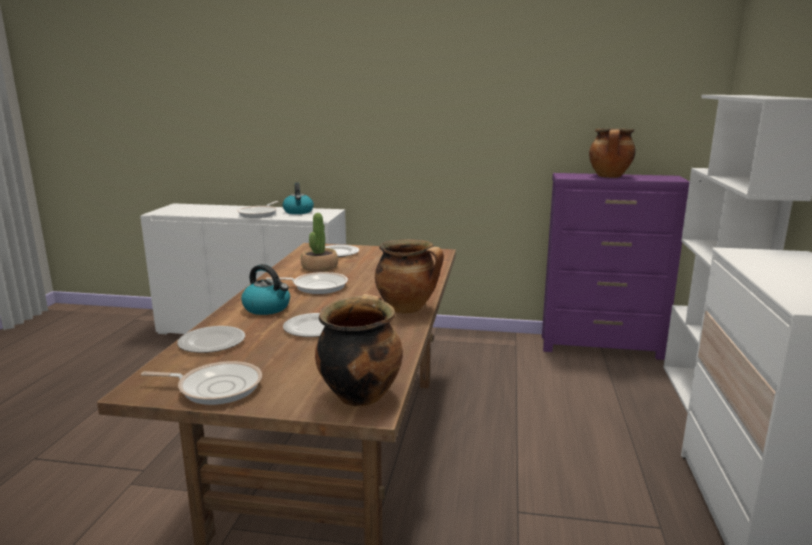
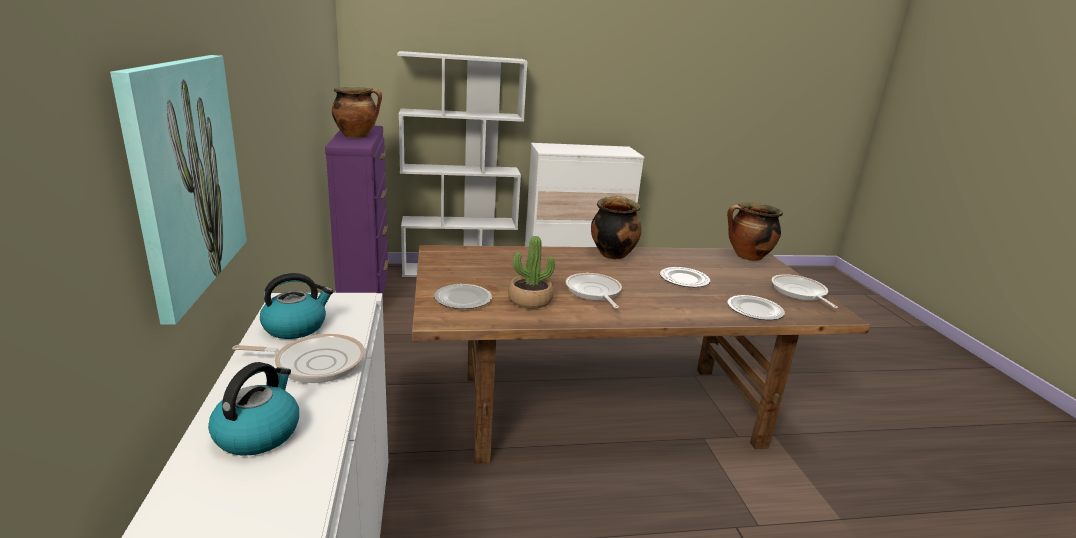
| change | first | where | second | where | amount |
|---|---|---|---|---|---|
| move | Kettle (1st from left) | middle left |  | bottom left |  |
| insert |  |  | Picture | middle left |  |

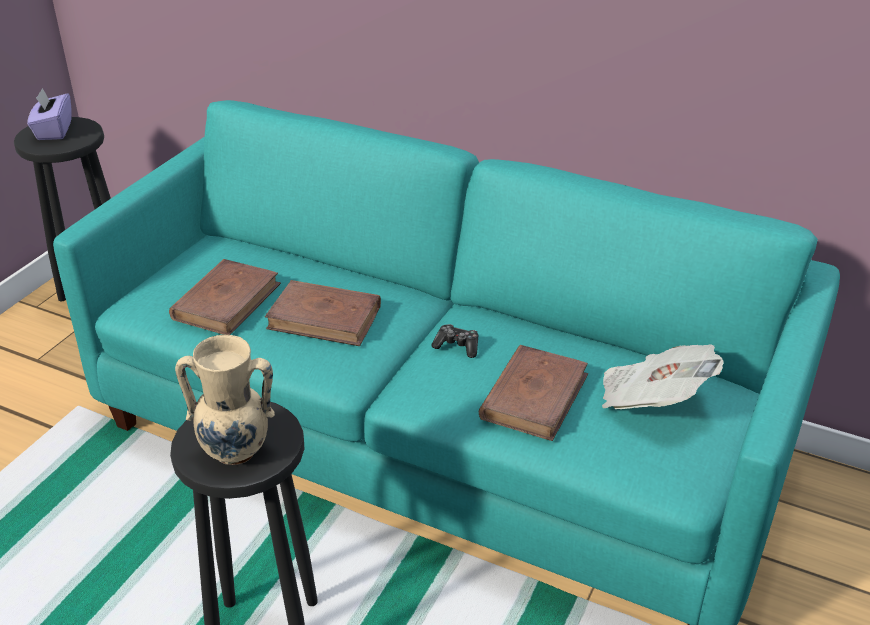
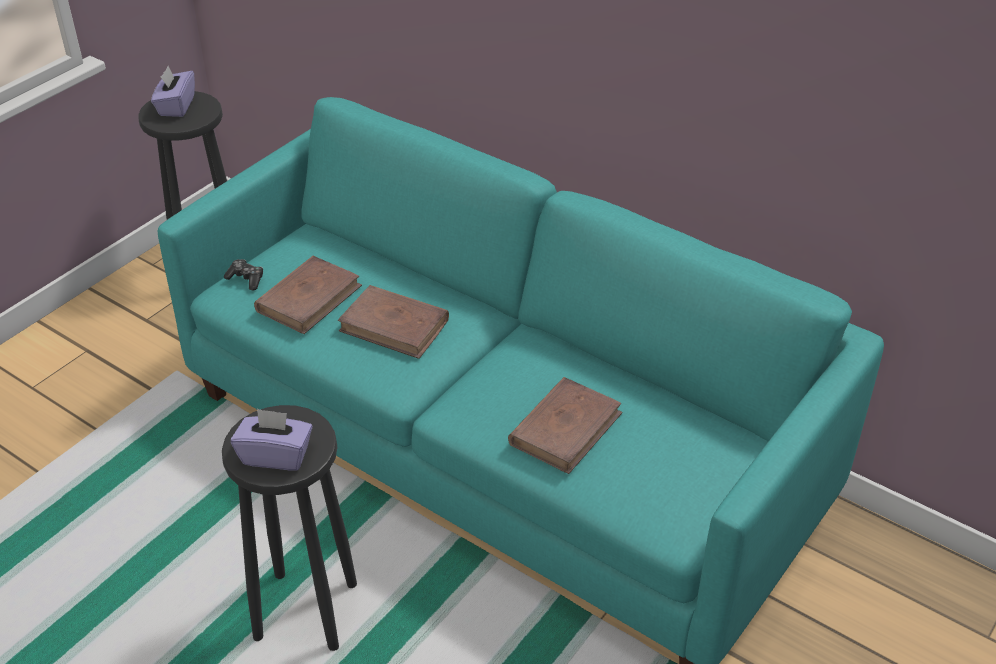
| change | first | where | second | where | amount |
|---|---|---|---|---|---|
| move | GameController | centre |  | middle left |  |
| replace | BeigeVase | middle left | PurpleTissueBox (2nd from left) | middle left |  |
| delete | Newspaper | middle right |  |  |  |

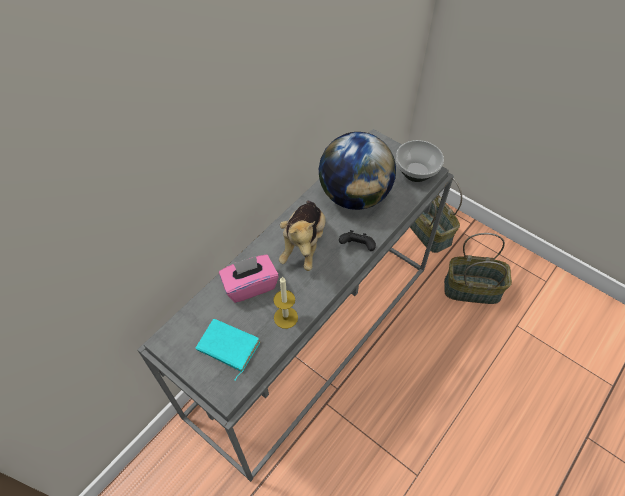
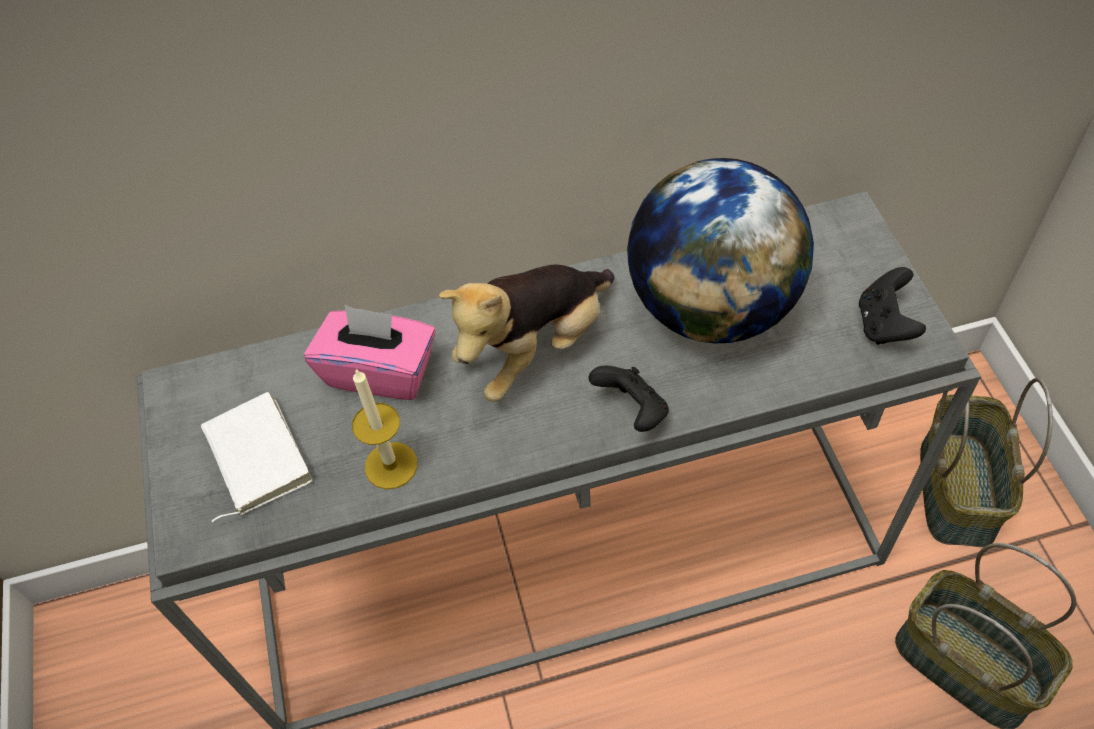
| change | first | where | second | where | amount |
|---|---|---|---|---|---|
| replace | Bowl | top right | BlackGameController (2nd from left) | middle right |  |
| recolor | TurquoiseBook | bottom centre | WhiteBook | middle left |  |

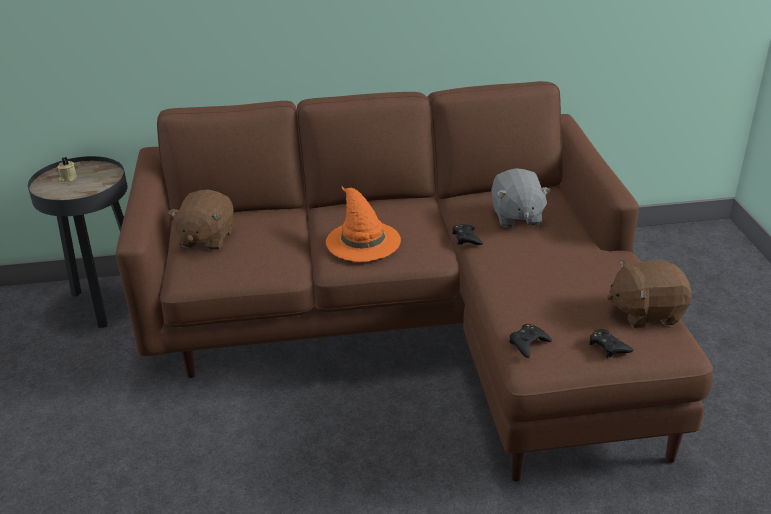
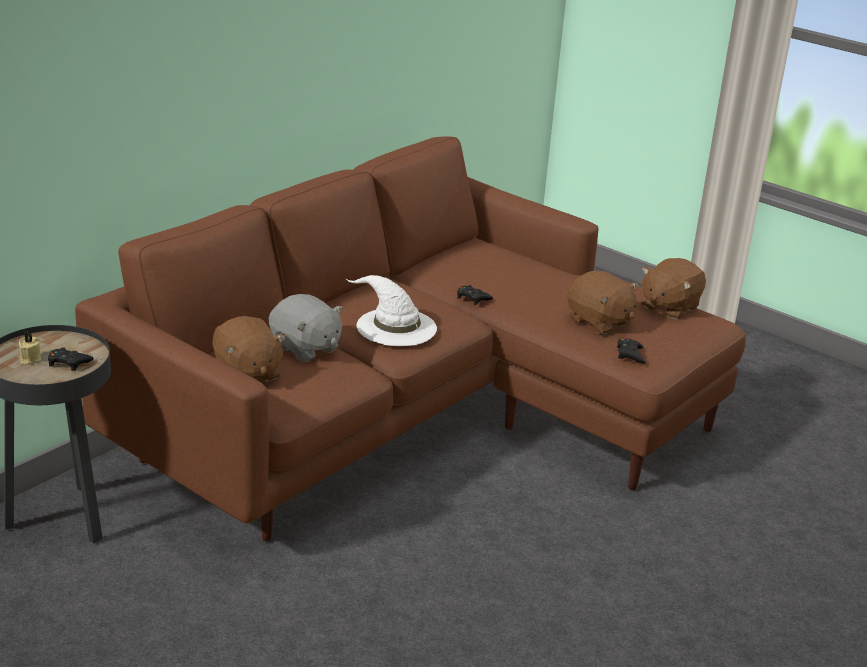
| change | first | where | second | where | amount |
|---|---|---|---|---|---|
| move | GreyPlushToy | middle right |  | centre |  |
| recolor | OrangeHat | centre | WhiteHat | centre |  |
| move | BlackGameController (3rd from left in the first image) | bottom right | BlackGameController (1st from left) | middle left |  |
| insert |  |  | BrownPlushToy (2nd from left) | middle right |  |

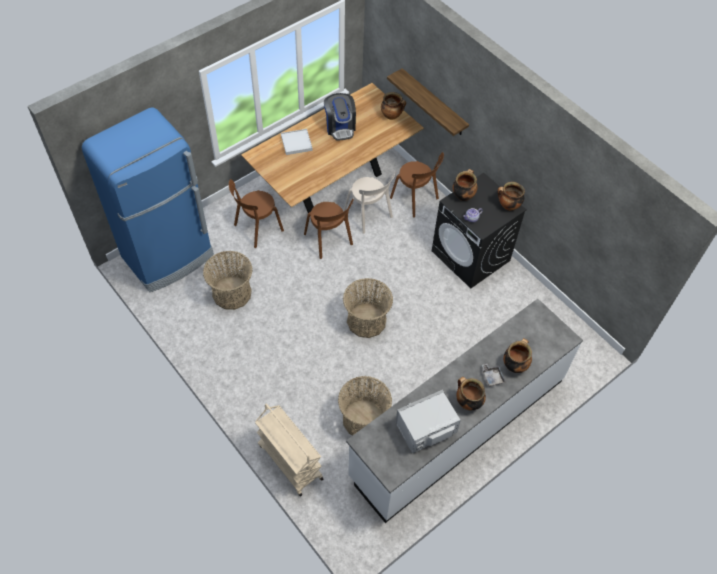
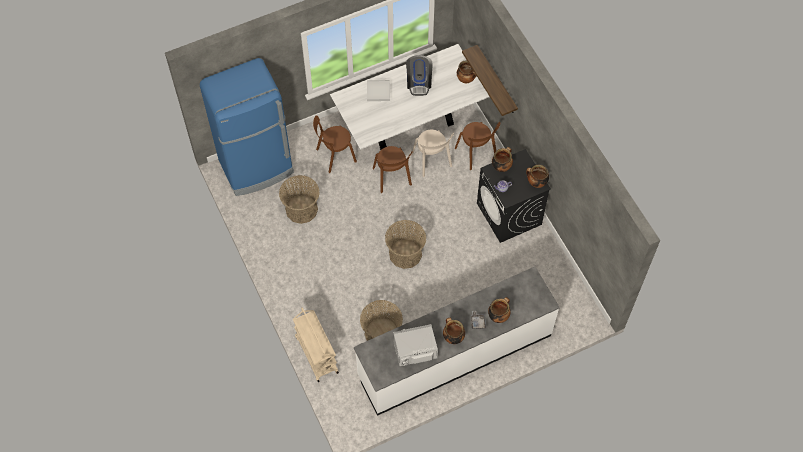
| change | first | where | second | where | amount |
|---|---|---|---|---|---|
| recolor | BrownDiningTable | top centre | WhiteDiningTable | top centre |  |

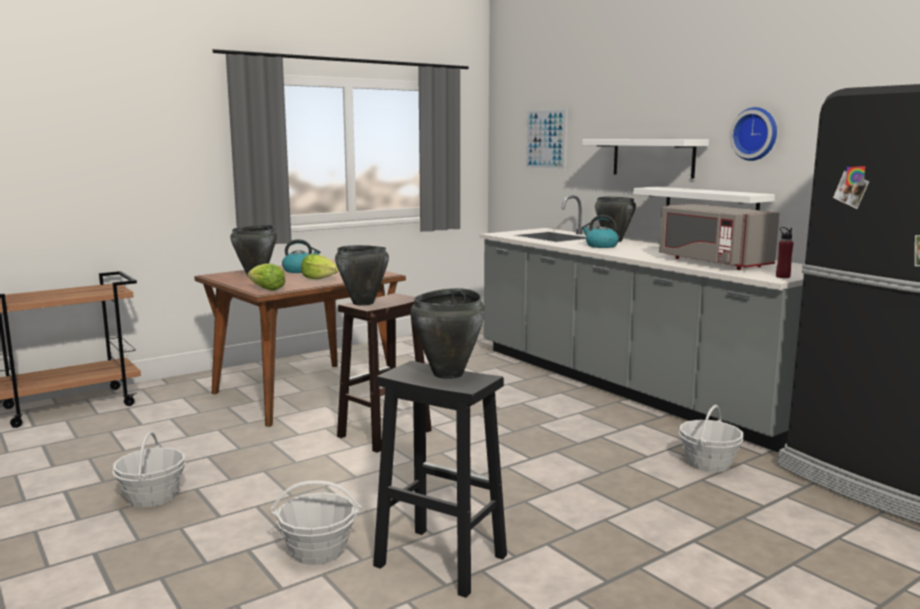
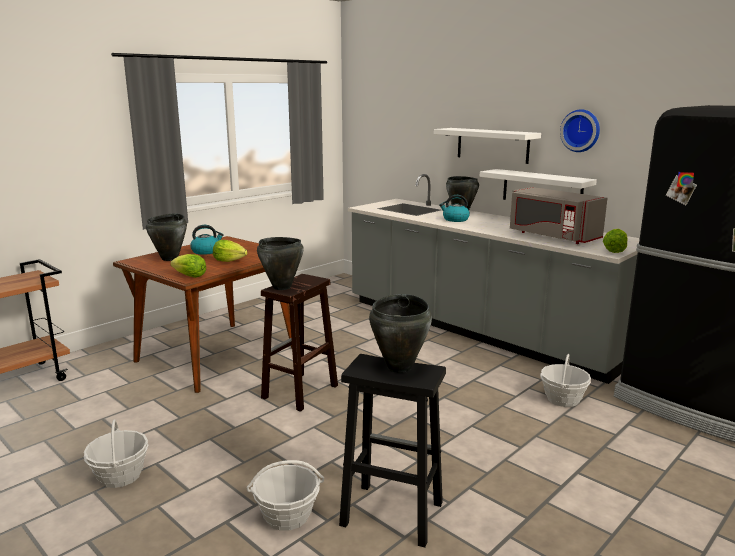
| change | first | where | second | where | amount |
|---|---|---|---|---|---|
| delete | Picture | top centre |  |  |  |
| replace | RedBottle | middle right | Lettuce (3rd from left) | middle right |  |

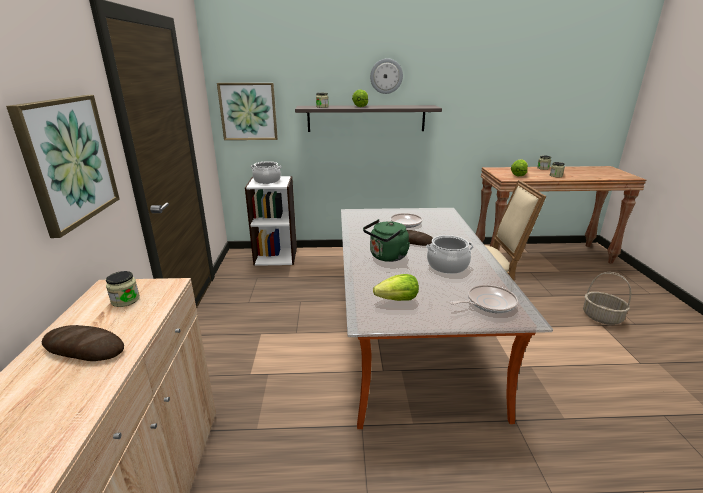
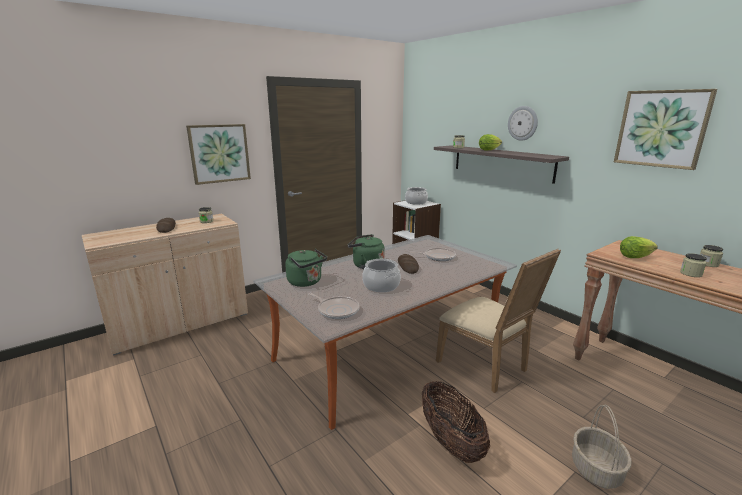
| change | first | where | second | where | amount |
|---|---|---|---|---|---|
| move | Picture (2nd from left) | top centre |  | top right |  |
| replace | Lettuce (2nd from left) | centre | GreenKettle (1st from left) | centre |  |
| insert |  |  | Basket (1st from left) | bottom centre |  |

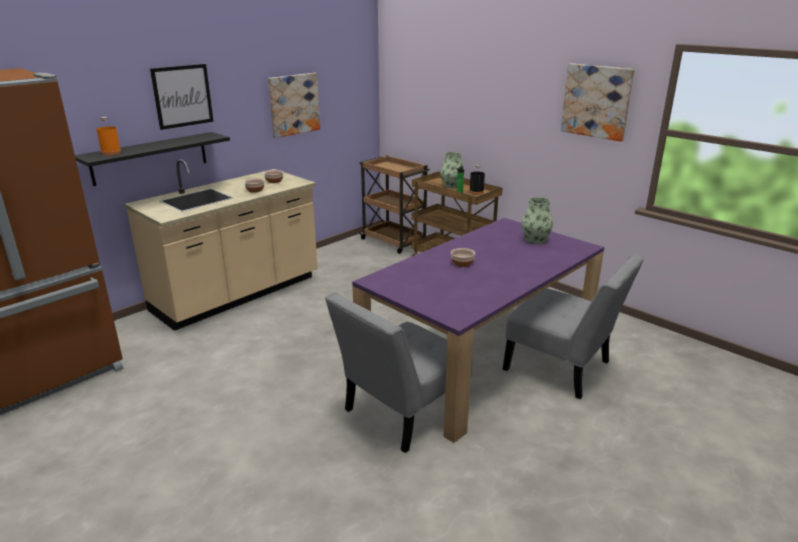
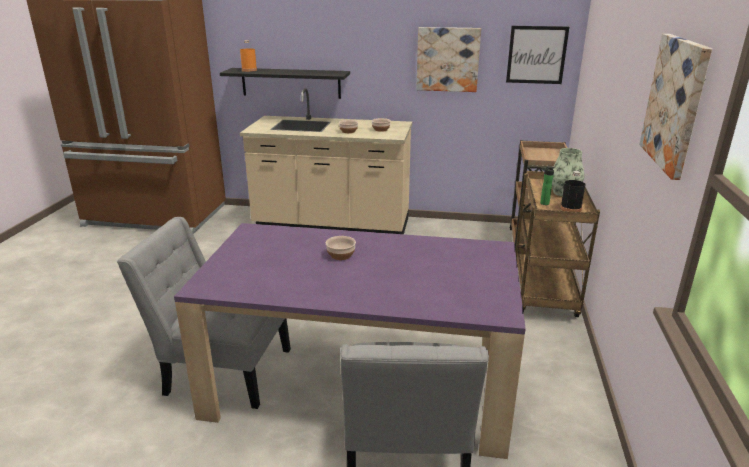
| change | first | where | second | where | amount |
|---|---|---|---|---|---|
| move | Picture (1st from left in the first image) | top left | Picture (2nd from left) | top right |  |
| delete | Vase (2nd from left) | middle right |  |  |  |

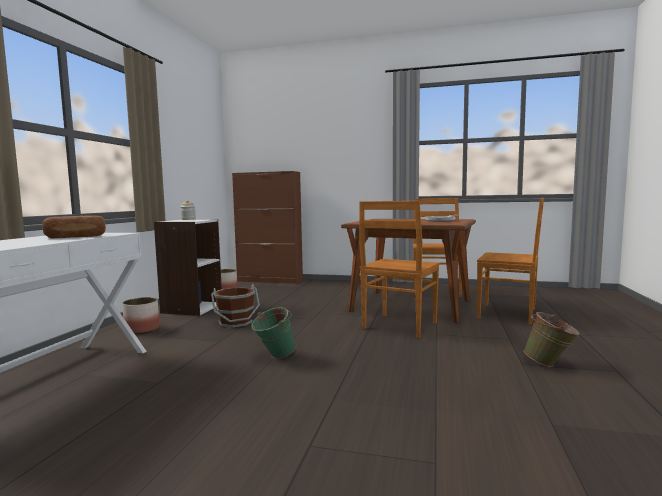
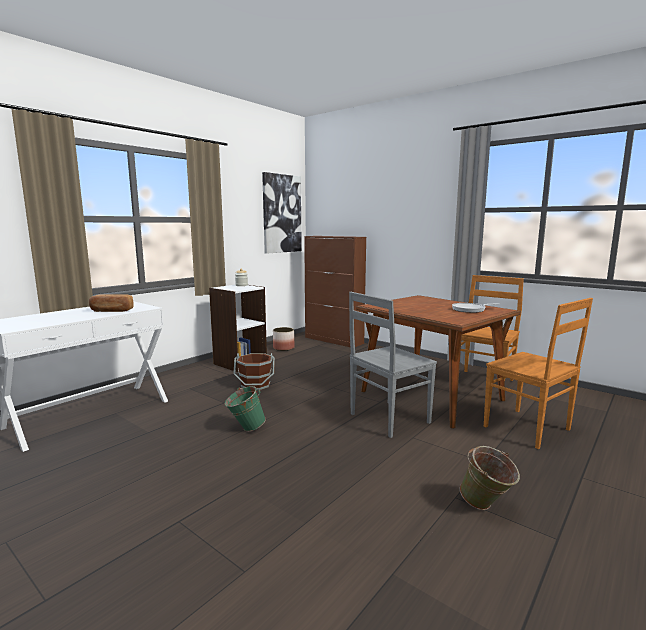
| change | first | where | second | where | amount |
|---|---|---|---|---|---|
| recolor | BrownChair (1st from left) | centre | GreyChair | centre |  |
| delete | Planter (1st from left) | middle left |  |  |  |
| insert |  |  | Picture | centre |  |

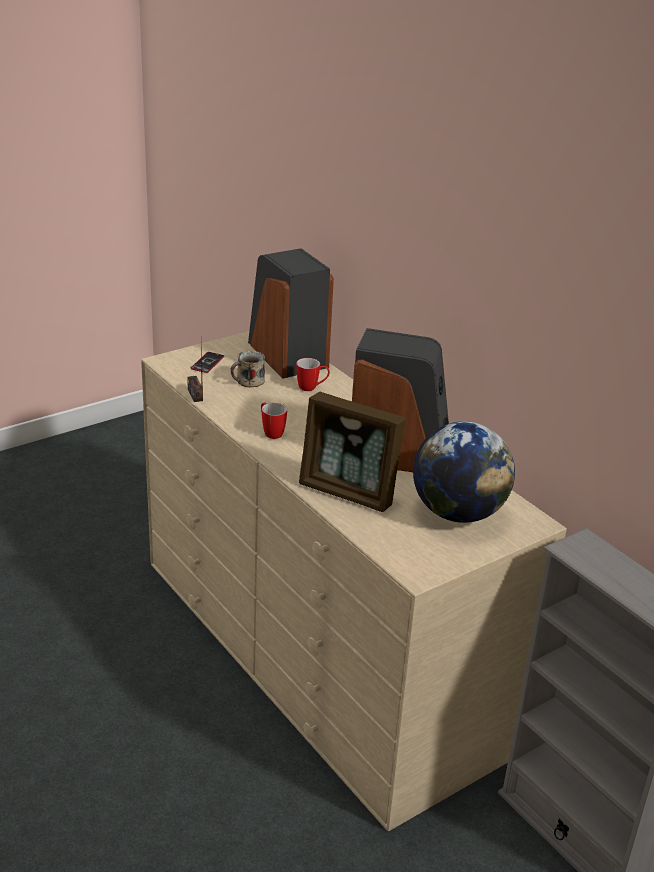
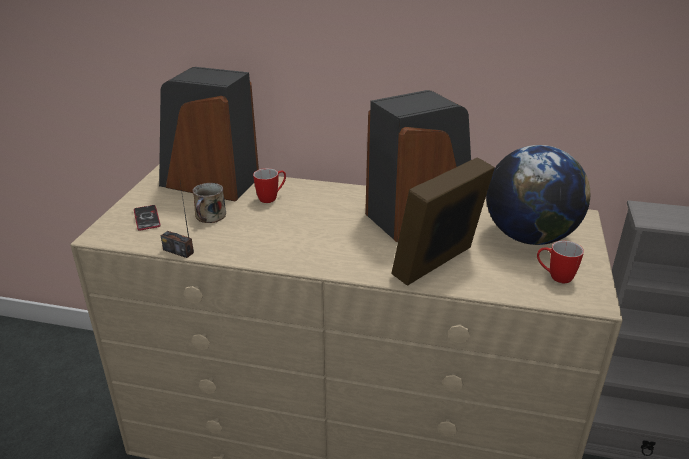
| change | first | where | second | where | amount |
|---|---|---|---|---|---|
| rotate | PictureFrame | centre |  | centre | 150 degrees clockwise |
| move | Mug (2nd from left in the first image) | centre | Mug (3rd from left) | middle right |  |

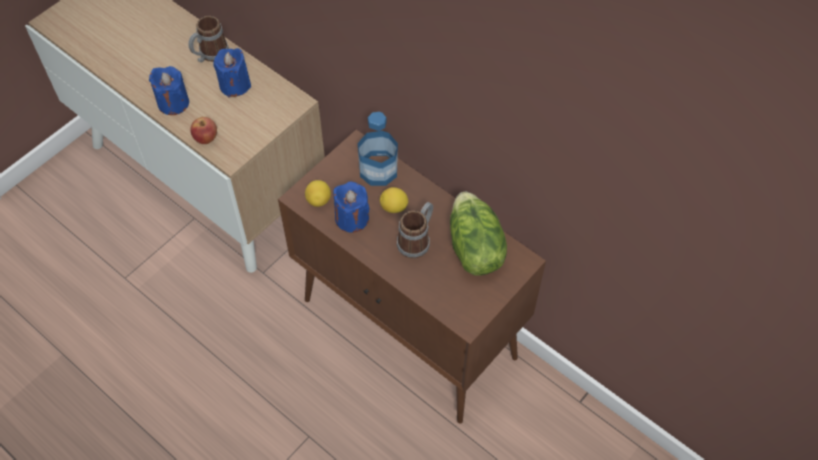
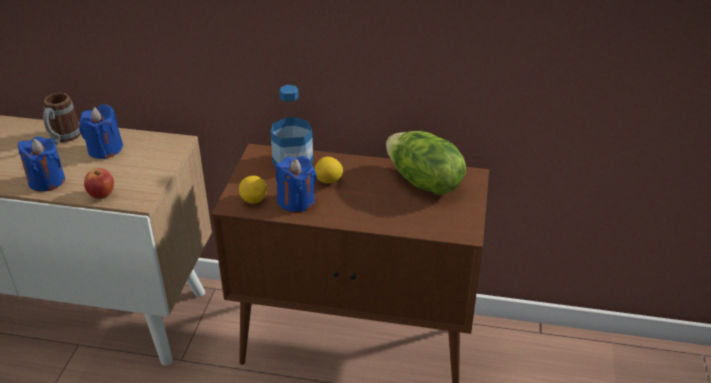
| change | first | where | second | where | amount |
|---|---|---|---|---|---|
| delete | Mug (2nd from left) | centre |  |  |  |

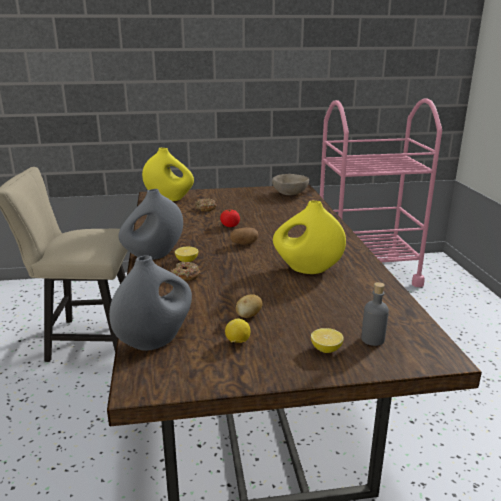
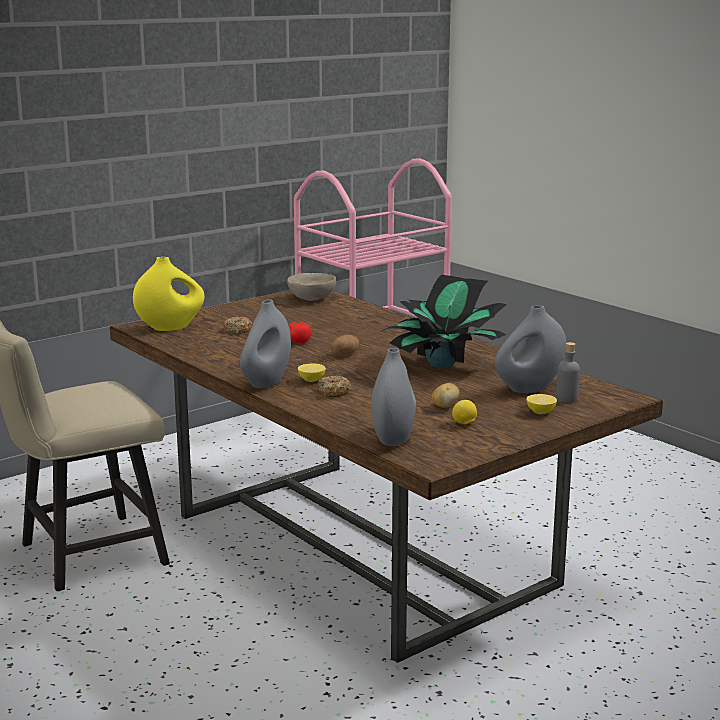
| change | first | where | second | where | amount |
|---|---|---|---|---|---|
| replace | YellowVase (2nd from left) | centre | PottedPlant | centre |  |
| insert |  |  | GreyVase (3rd from left) | middle right |  |

